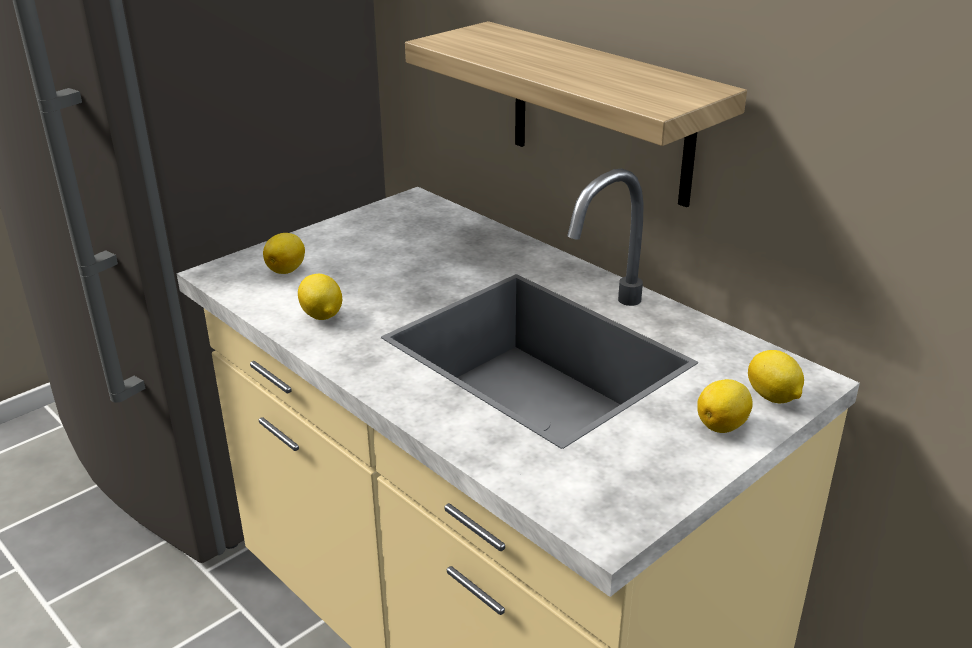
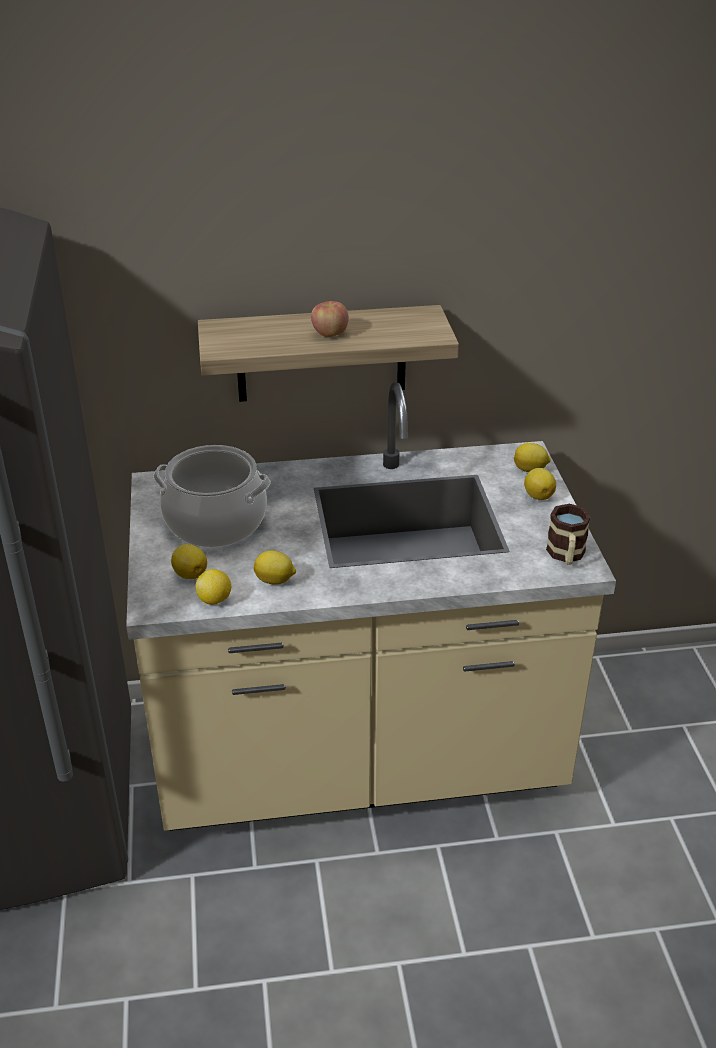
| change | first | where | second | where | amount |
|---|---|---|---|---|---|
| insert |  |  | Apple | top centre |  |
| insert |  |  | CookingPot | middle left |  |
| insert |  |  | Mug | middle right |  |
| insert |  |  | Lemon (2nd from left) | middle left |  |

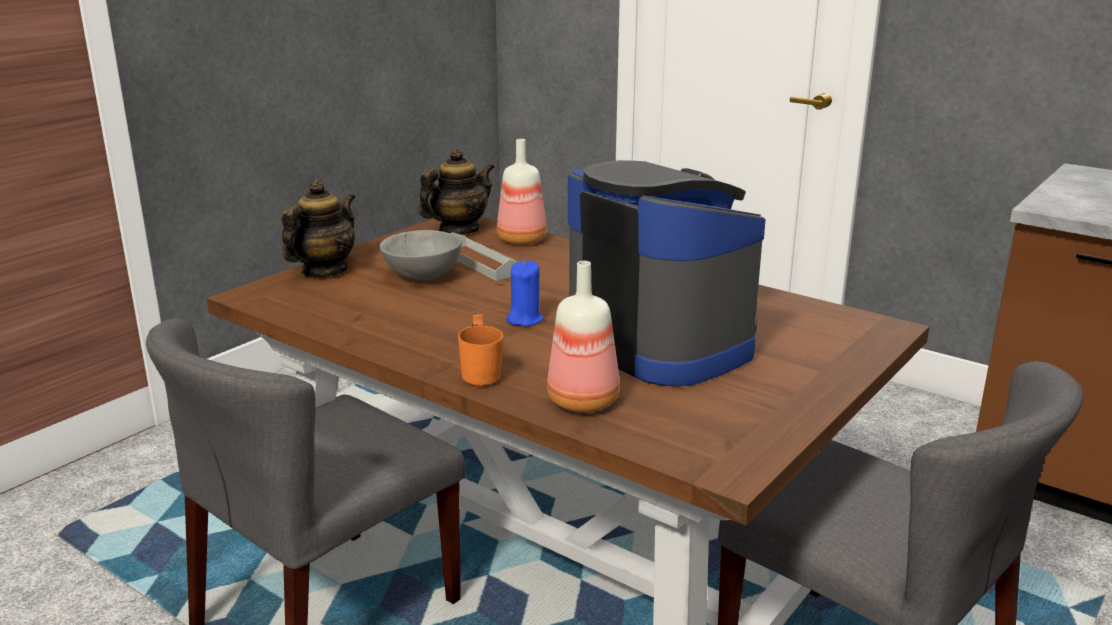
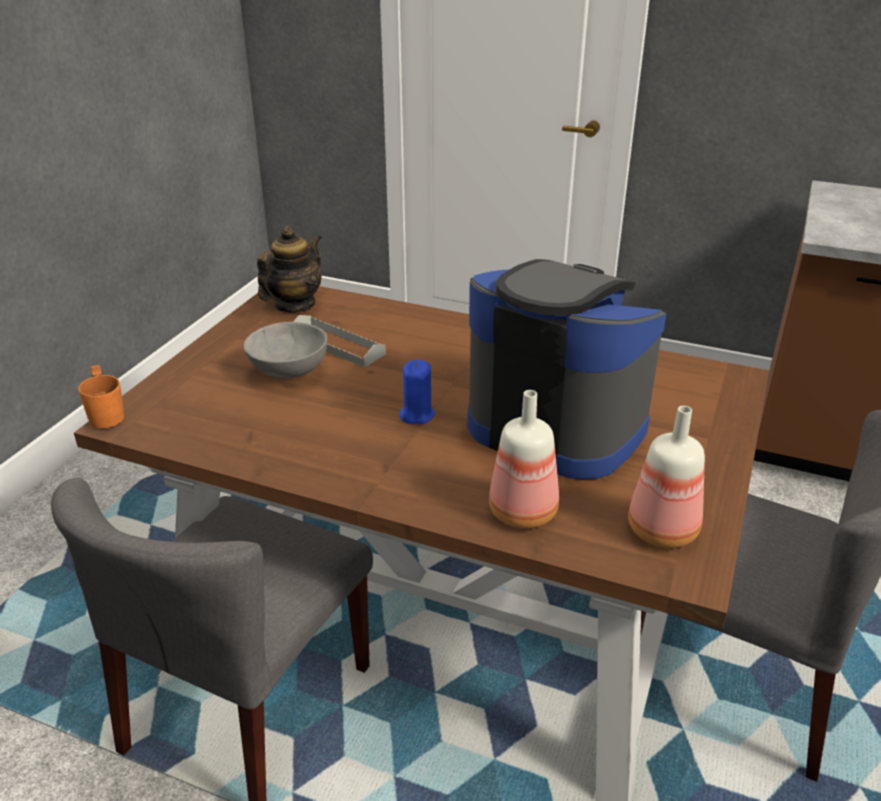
| change | first | where | second | where | amount |
|---|---|---|---|---|---|
| move | Bottle (1st from left in the first image) | top centre | Bottle (2nd from left) | middle right |  |
| delete | Teapot (1st from left) | middle left |  |  |  |
| move | OrangeMug | centre |  | middle left |  |

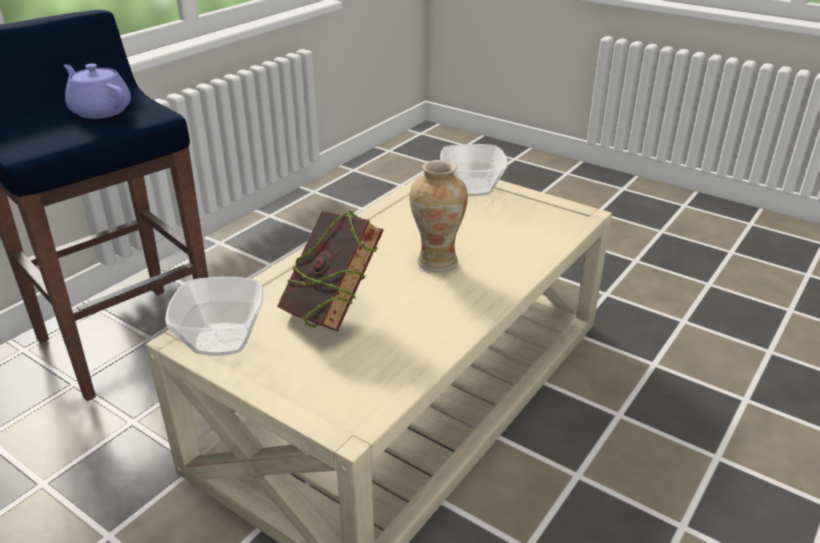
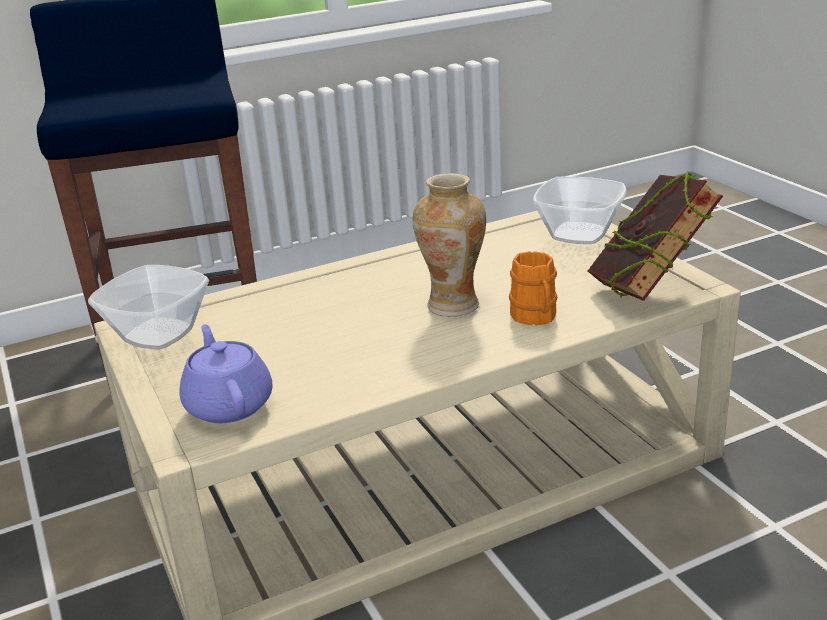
| change | first | where | second | where | amount |
|---|---|---|---|---|---|
| move | PurpleTeapot | top left |  | middle left |  |
| move | Book | centre |  | middle right |  |
| insert |  |  | OrangeMug | centre |  |

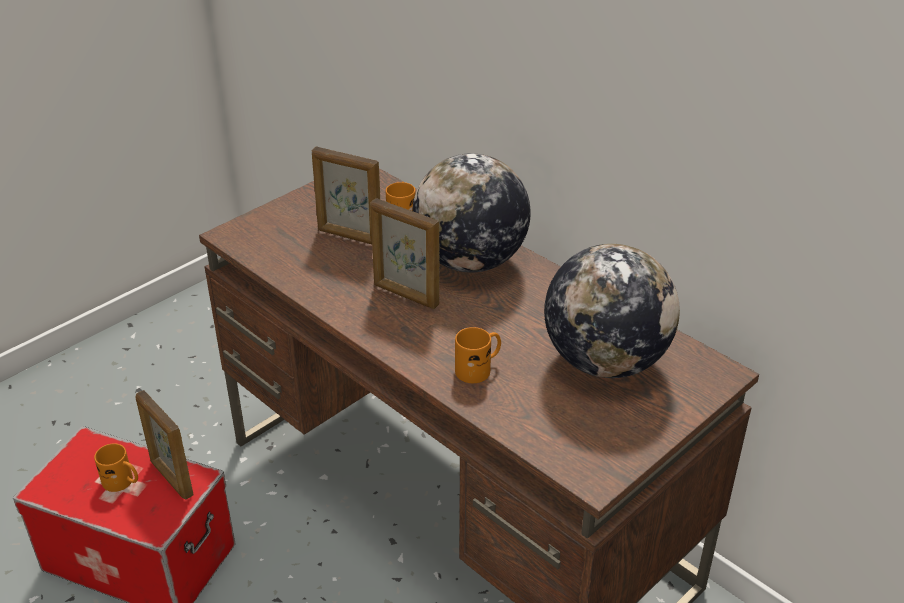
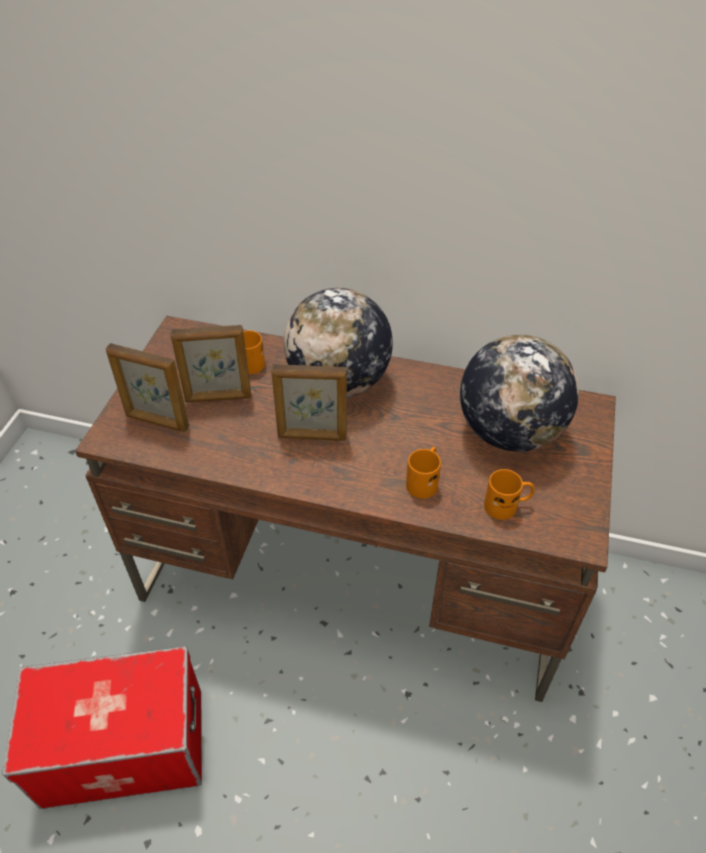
| change | first | where | second | where | amount |
|---|---|---|---|---|---|
| move | PictureFrame (1st from left) | bottom left |  | middle left |  |
| move | OrangeMug (1st from left in the first image) | bottom left | OrangeMug (3rd from left) | middle right |  |

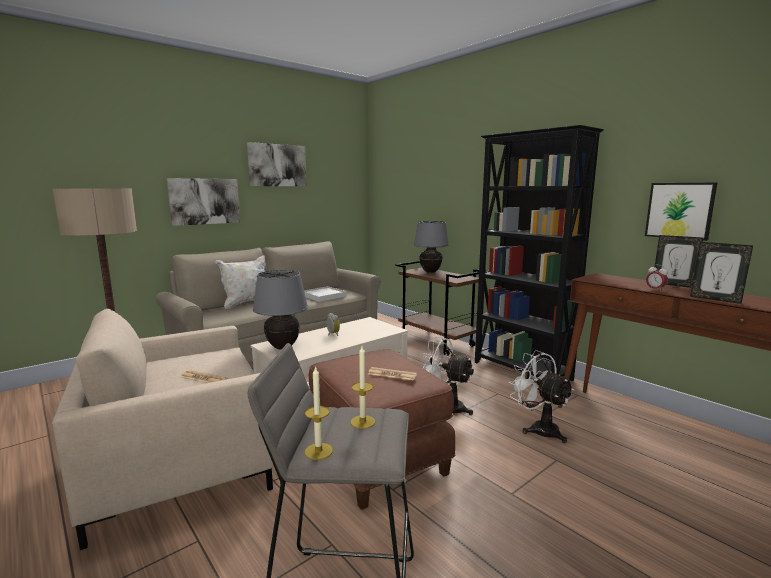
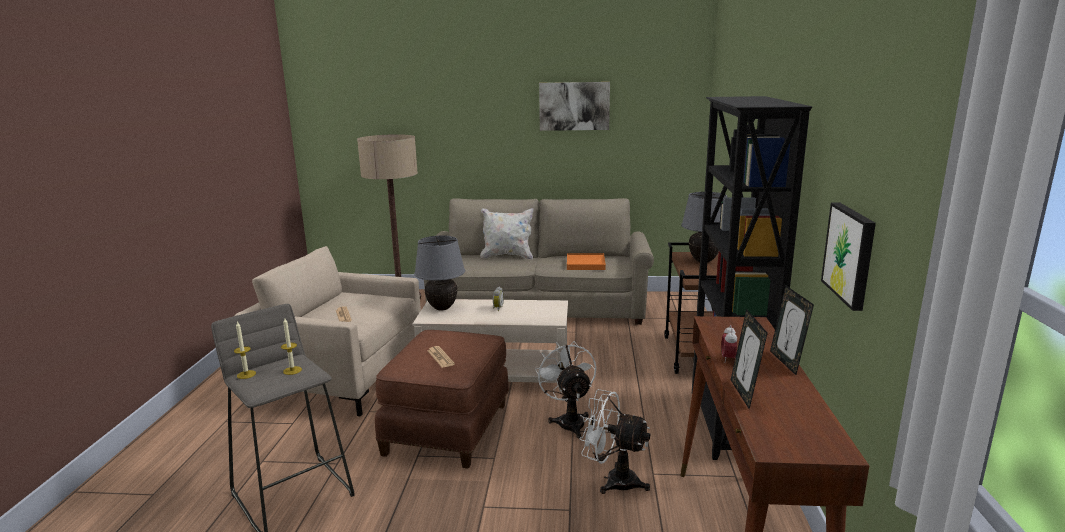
| change | first | where | second | where | amount |
|---|---|---|---|---|---|
| delete | Picture (1st from left) | middle left |  |  |  |
| recolor | WhiteTray | centre | OrangeTray | centre |  |
| rotate | WhiteFan (2nd from left) | bottom right |  | bottom centre | 75 degrees counterclockwise |

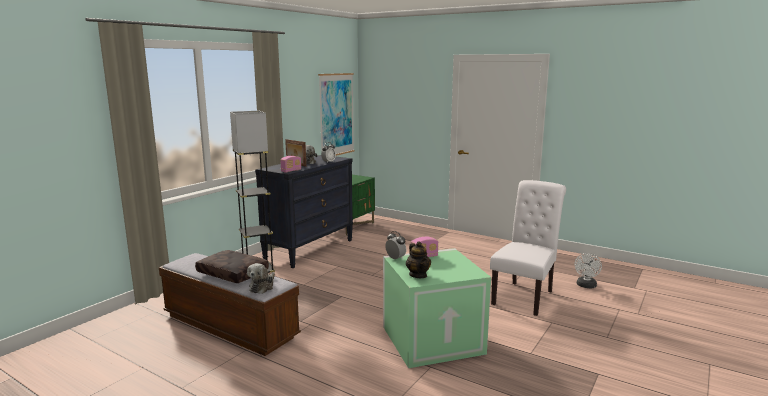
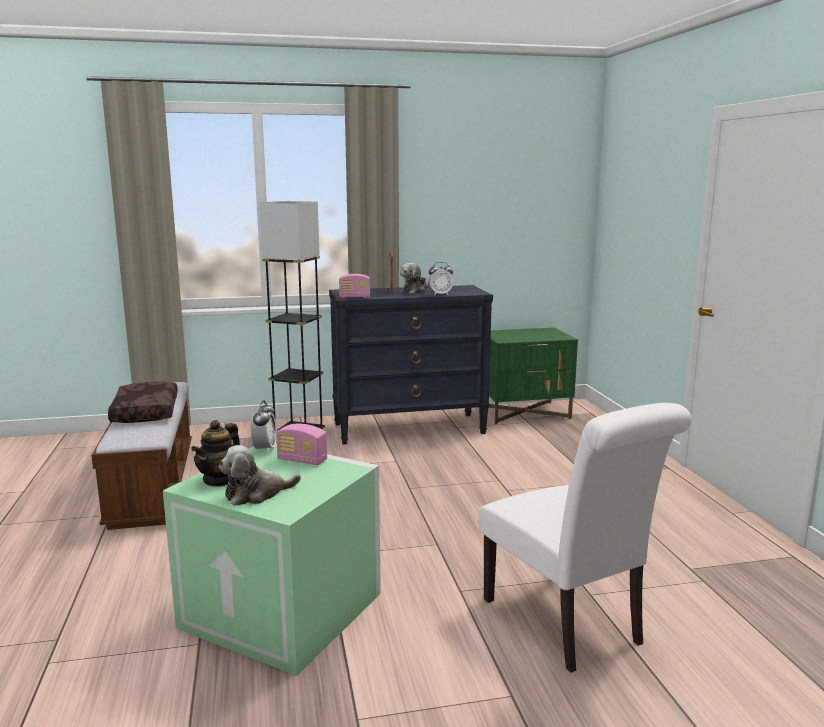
| change | first | where | second | where | amount |
|---|---|---|---|---|---|
| delete | Picture | top centre |  |  |  |
| rotate | WhiteChair | middle right |  | bottom right | 75 degrees clockwise |
| delete | WhiteFan | bottom right |  |  |  |
| move | PlushToy (1st from left) | bottom centre |  | middle left |  |

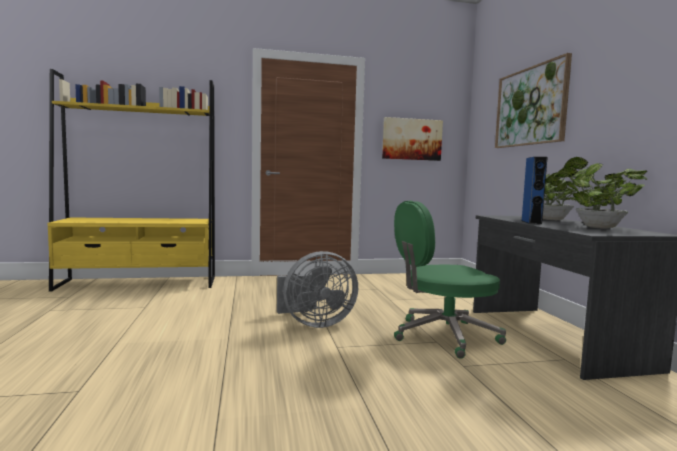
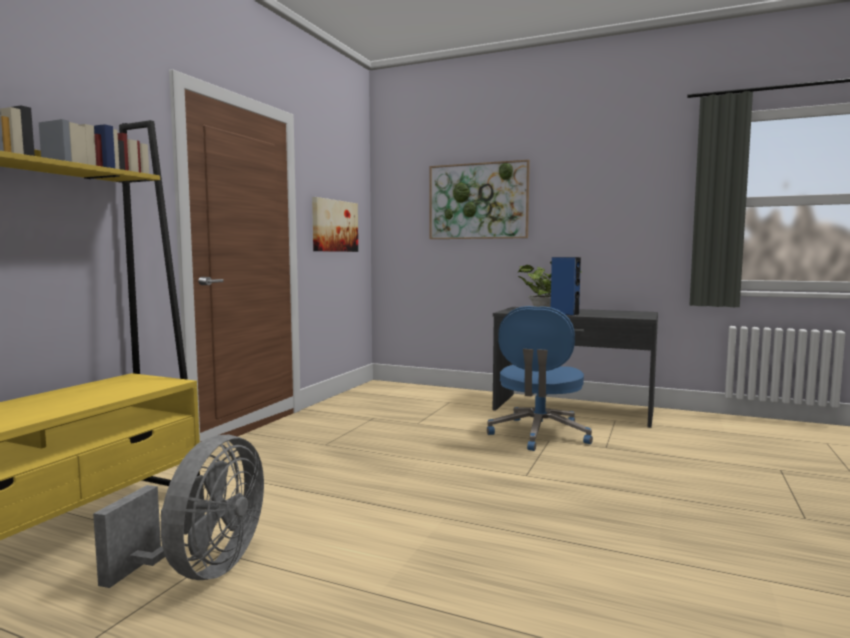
| change | first | where | second | where | amount |
|---|---|---|---|---|---|
| delete | PottedPlant (2nd from left) | middle right |  |  |  |
| recolor | GreenOfficeChair | centre | BlueOfficeChair | centre |  |
| move | GreyFan | centre |  | bottom left |  |

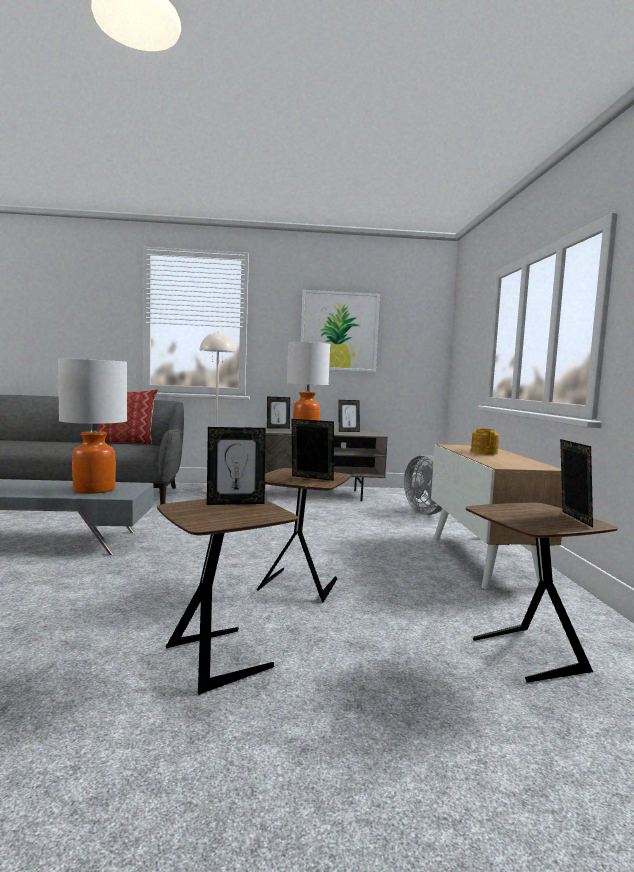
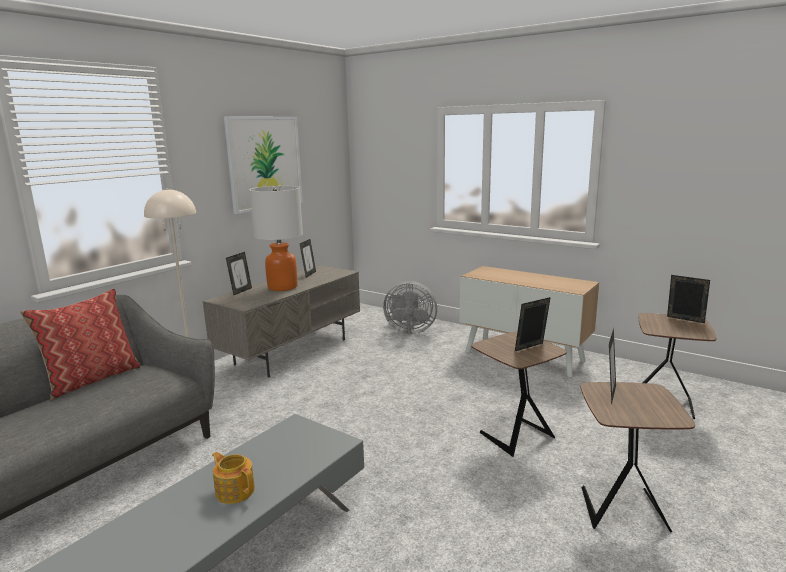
| change | first | where | second | where | amount |
|---|---|---|---|---|---|
| delete | TableLamp (1st from left) | middle left |  |  |  |
| move | Teapot | middle right |  | bottom left |  |

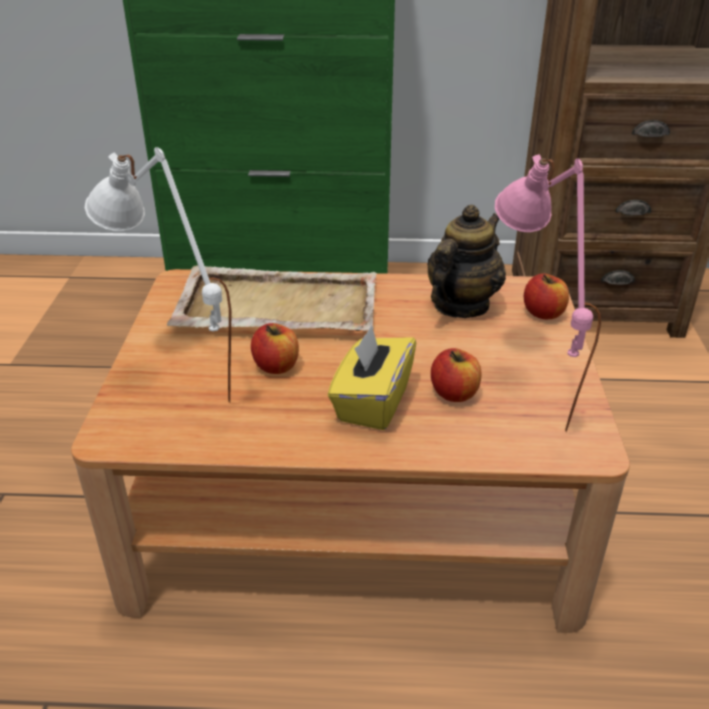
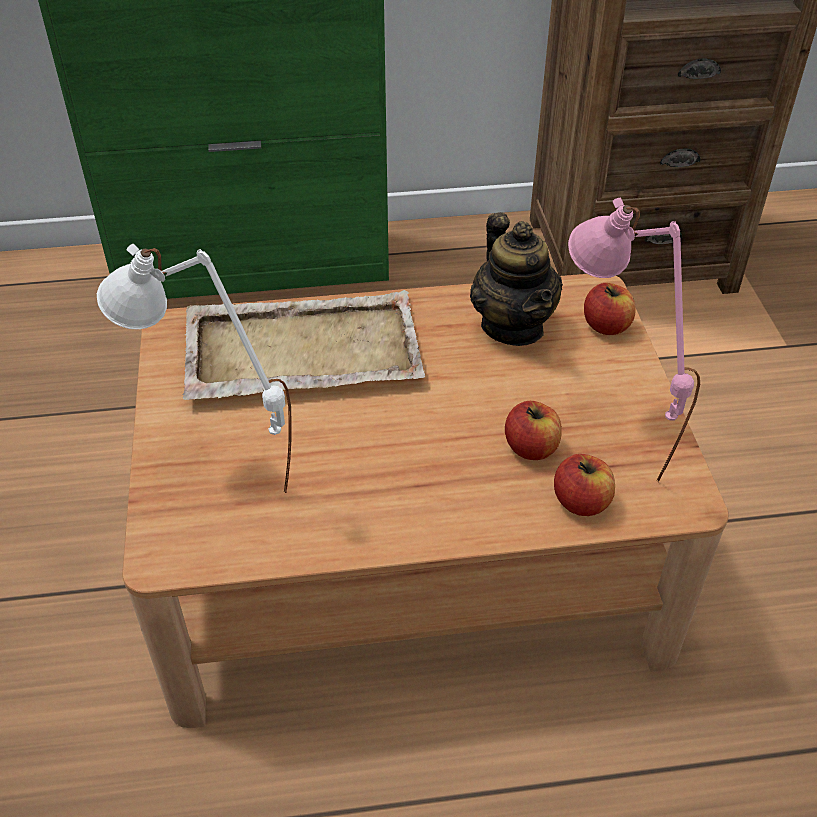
| change | first | where | second | where | amount |
|---|---|---|---|---|---|
| rotate | Teapot | centre |  | centre | 135 degrees clockwise |
| move | Apple (1st from left in the first image) | centre | Apple (2nd from left) | middle right |  |
| delete | YellowTissueBox | centre |  |  |  |

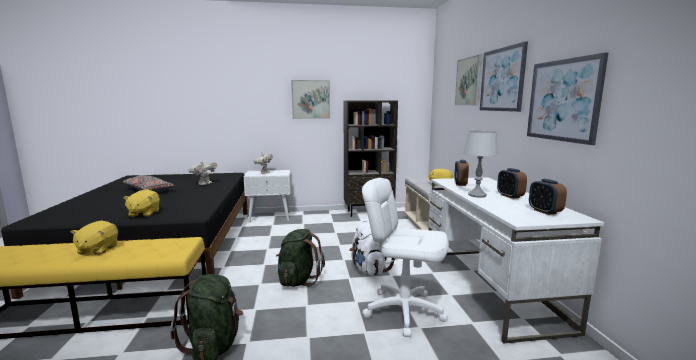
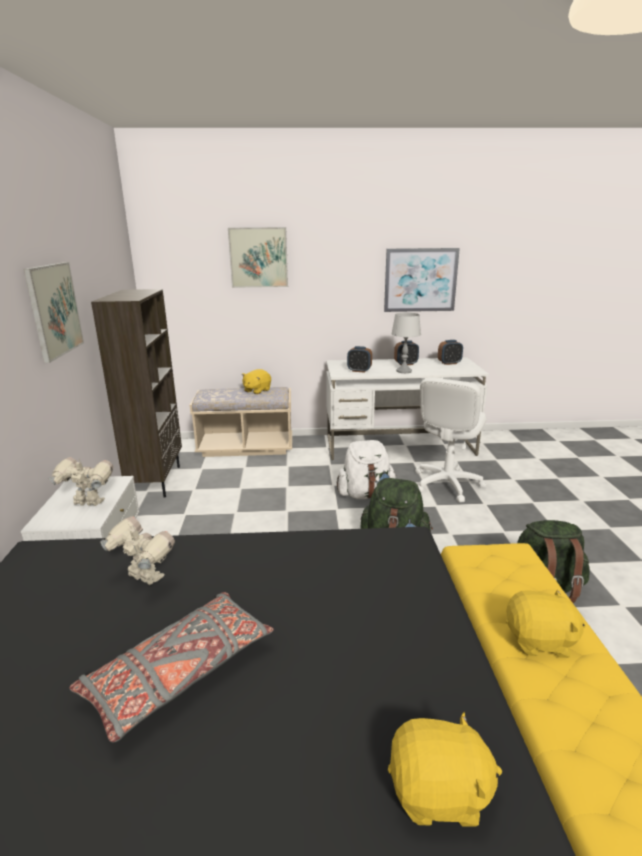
| change | first | where | second | where | amount |
|---|---|---|---|---|---|
| delete | Picture (3rd from left) | top right |  |  |  |
| move | YellowPlushToy (2nd from left) | middle left |  | bottom right |  |

